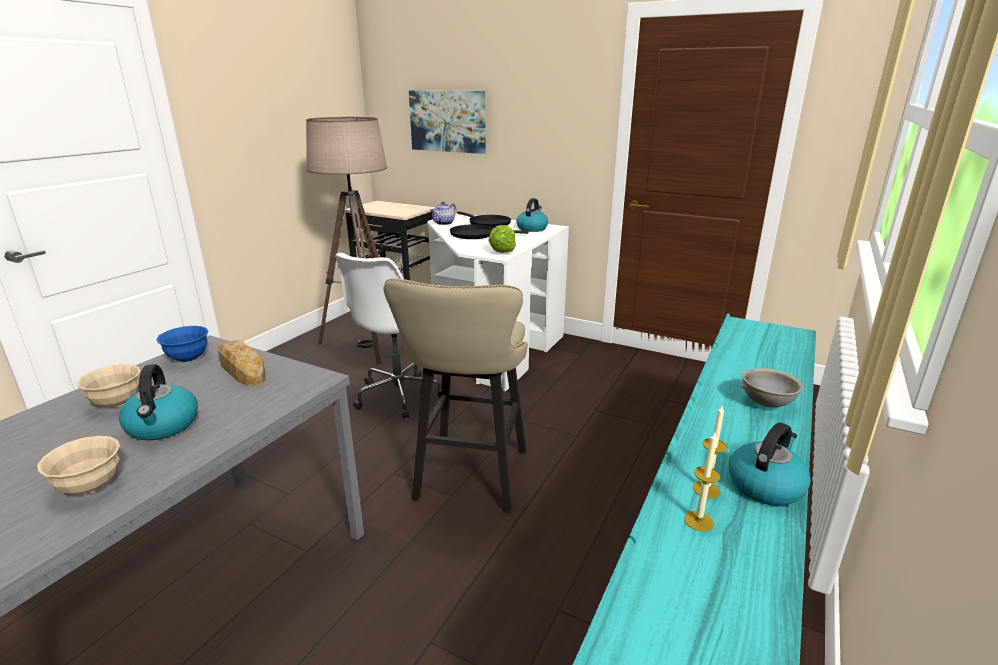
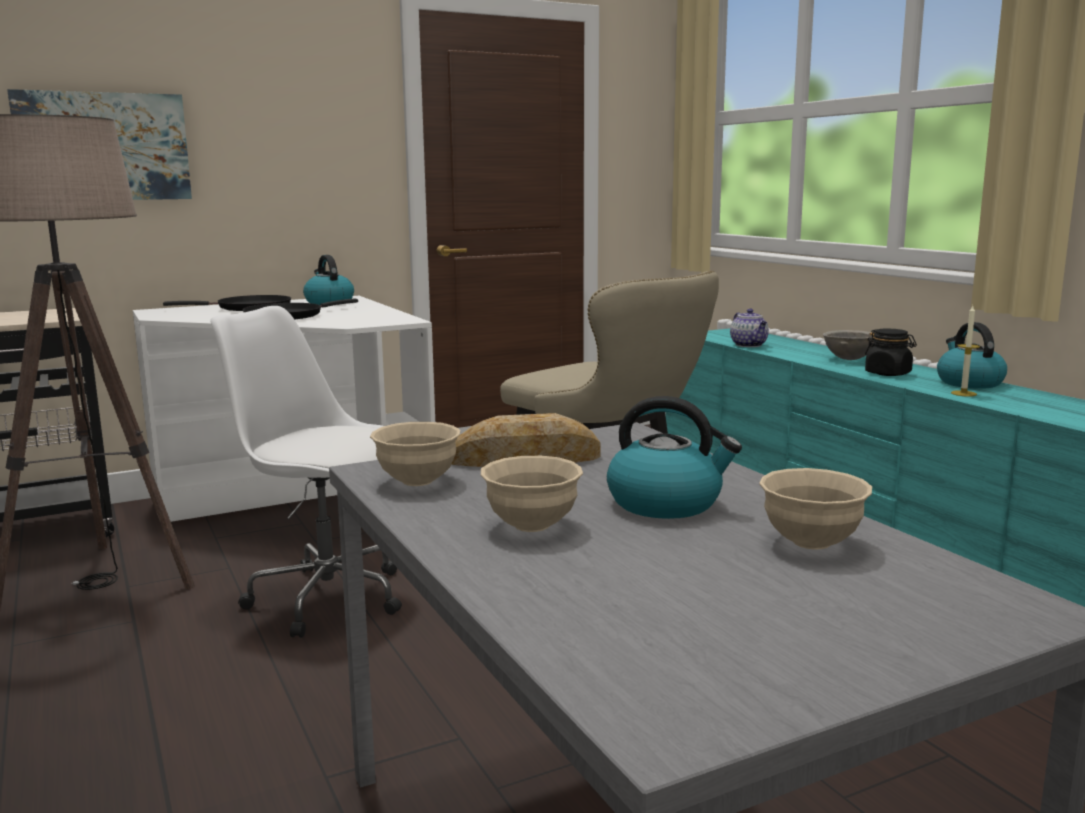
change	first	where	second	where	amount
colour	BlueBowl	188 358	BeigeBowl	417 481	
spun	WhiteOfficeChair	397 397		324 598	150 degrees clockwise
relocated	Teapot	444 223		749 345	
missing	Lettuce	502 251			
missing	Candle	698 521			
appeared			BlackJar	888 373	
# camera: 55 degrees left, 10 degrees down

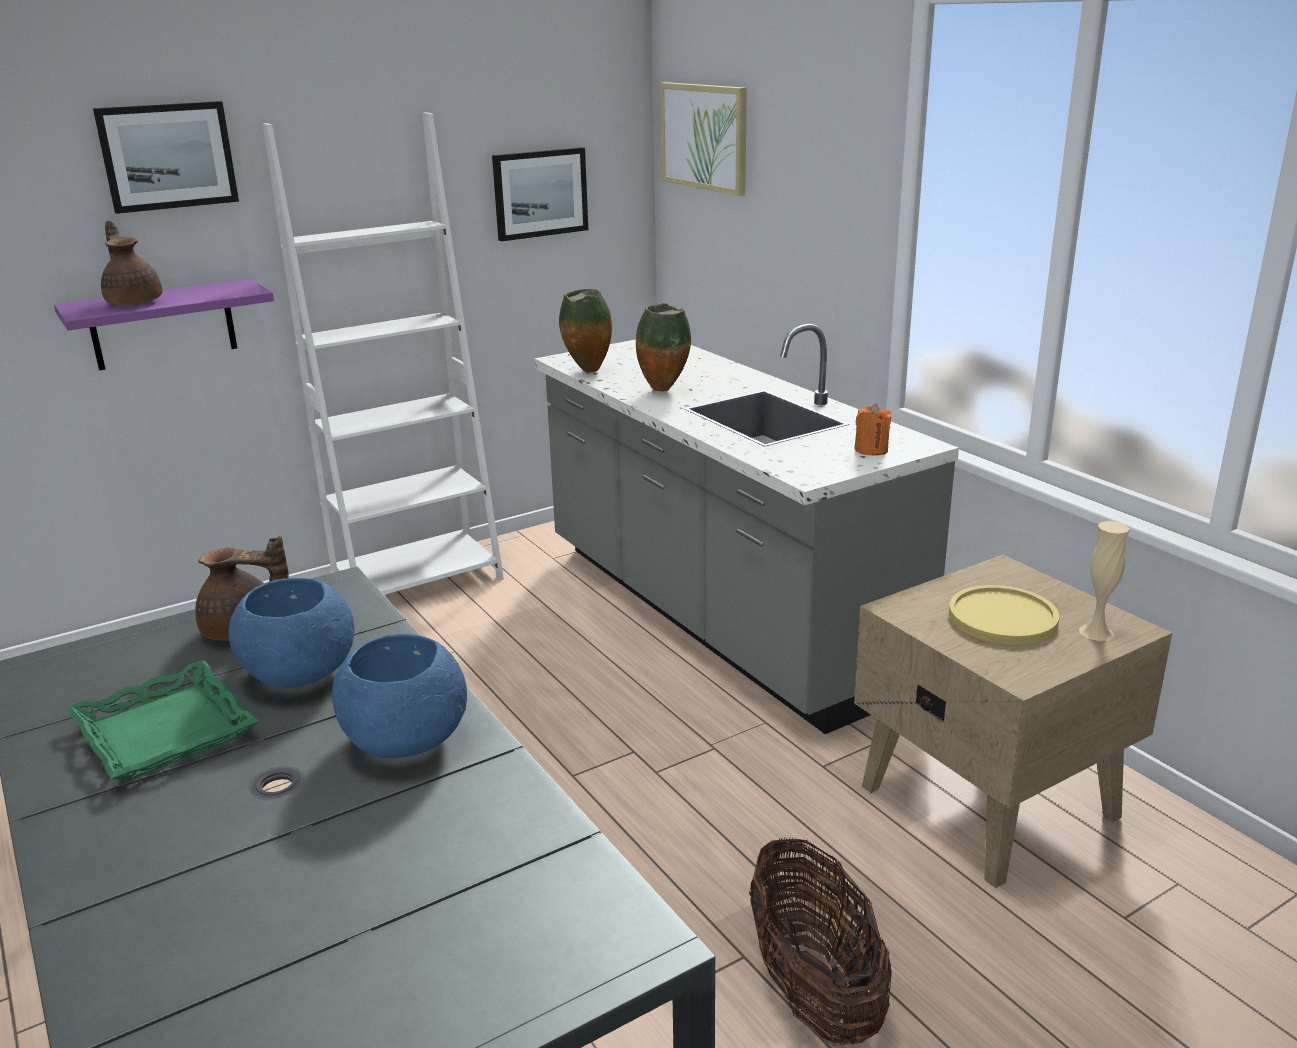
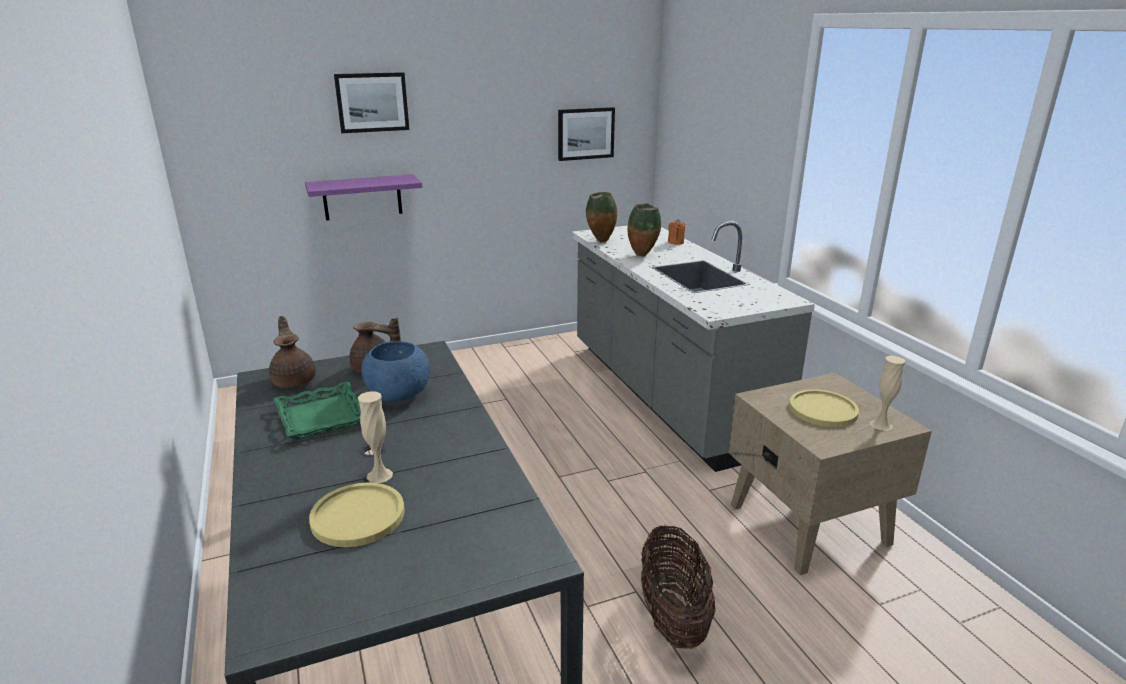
change	first	where	second	where	amount
relocated	BrownTeapot	134 302		294 380	
missing	WhiteBookcase	418 582			
missing	BlueBowl	406 740			
missing	Picture	705 137			
relocated	OrangeCandle	871 450		675 242	
appeared			YellowPlate	358 516	
appeared			BeigeVase	379 475	
# camera: 10 degrees right, 0 degrees up

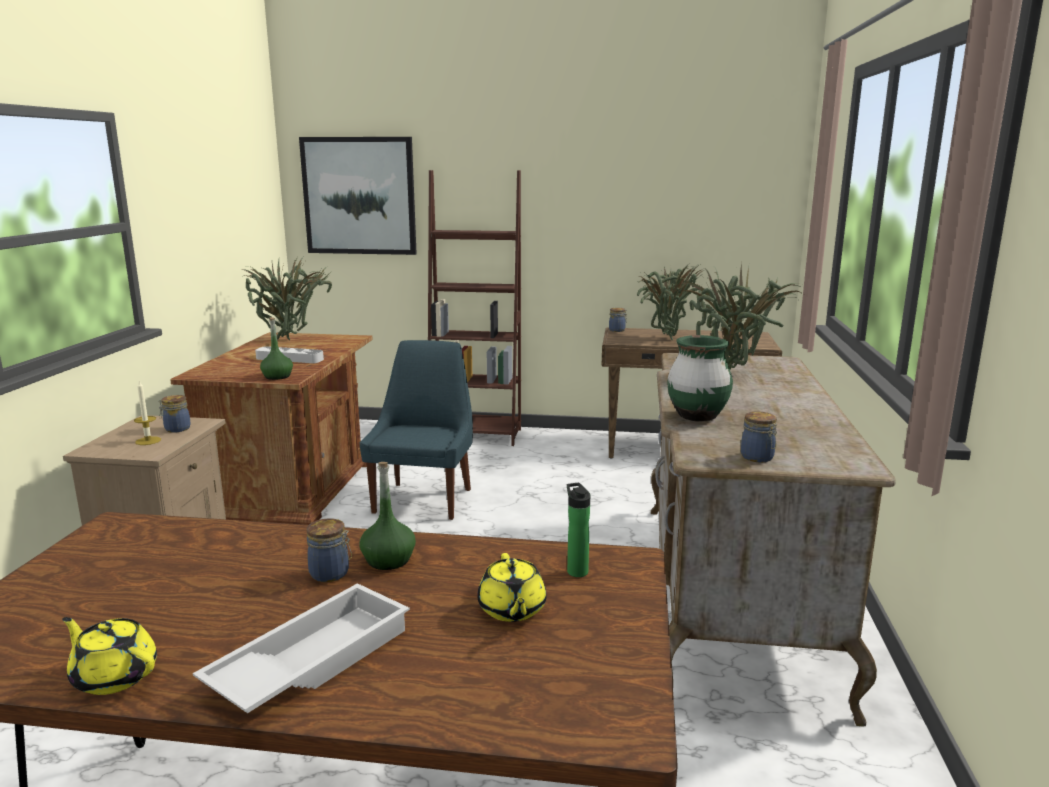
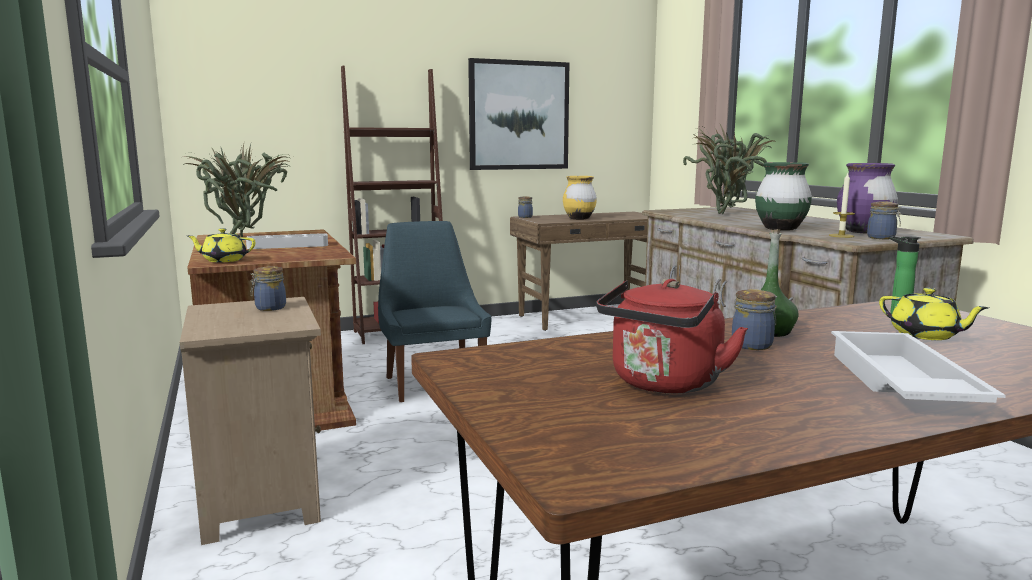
change	first	where	second	where	amount
relocated	YellowTeapot	114 676		223 260	
relocated	Candle	148 441		841 236	
missing	GreenBottle	277 376			
relocated	Picture	359 196		519 115	
exchanged	PottedPlant	666 340	YellowVase	579 218	
appeared			RedKettle	663 384	
appeared			PurpleVase	863 232	
# camera: 30 degrees left, 5 degrees down

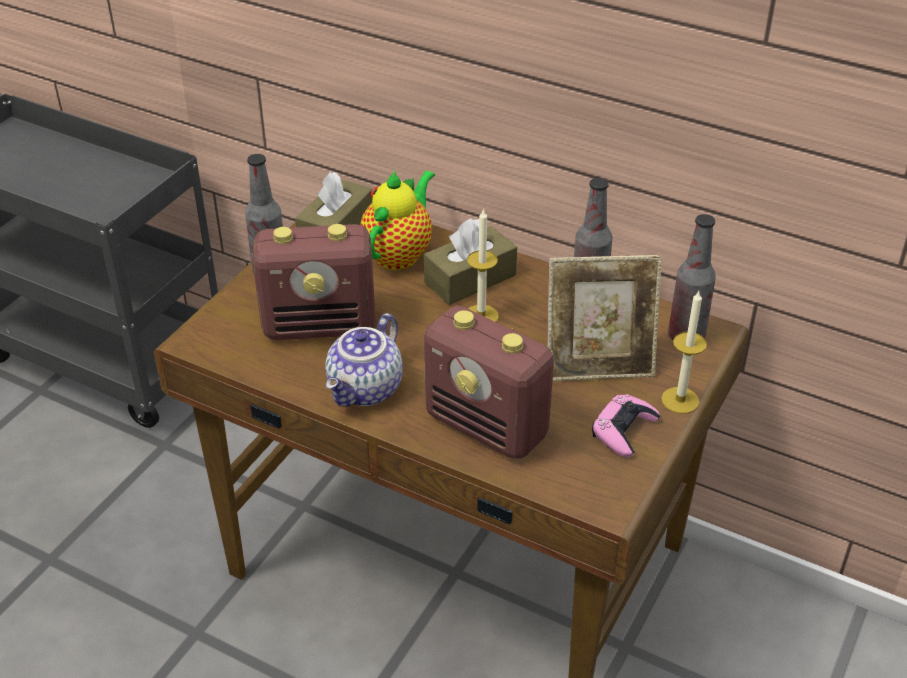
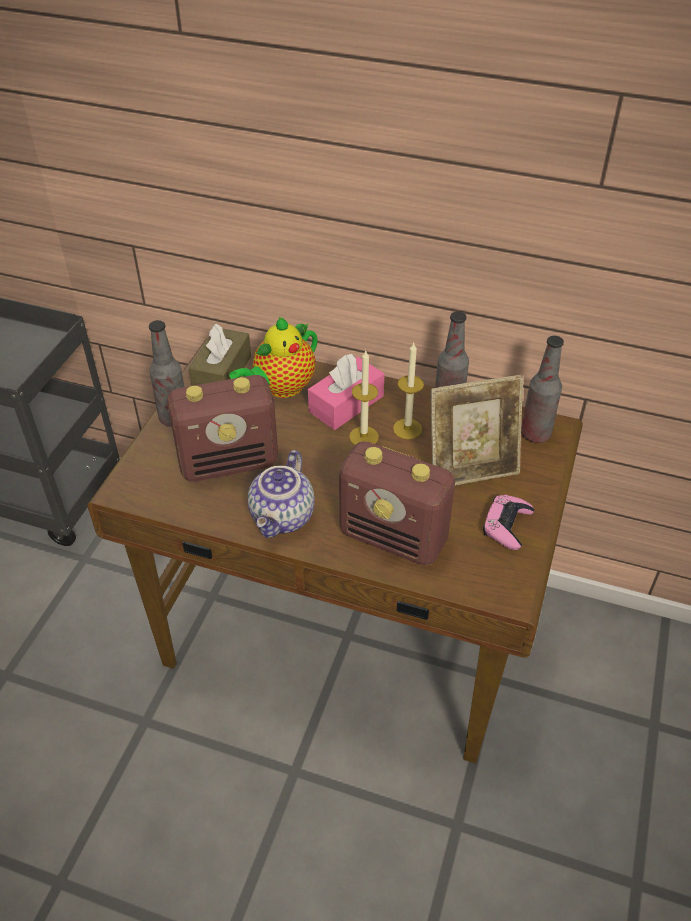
change	first	where	second	where	amount
spun	Teapot	399 254		281 388	150 degrees counterclockwise
colour	BrownTissueBox	470 279	PinkTissueBox	346 404	
relocated	Candle	680 400		407 429	
# camera: 10 degrees left, 5 degrees up

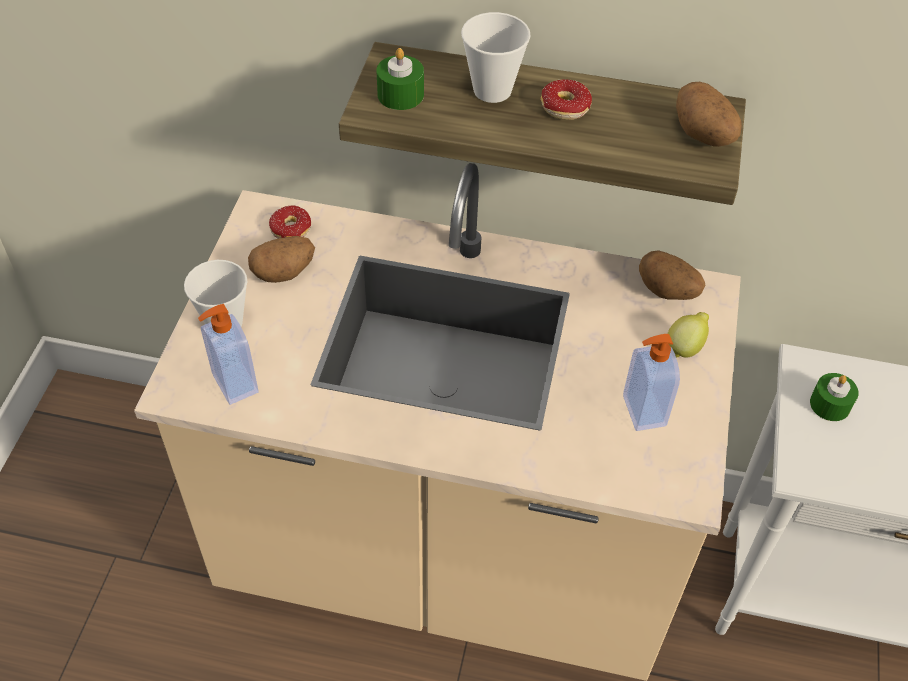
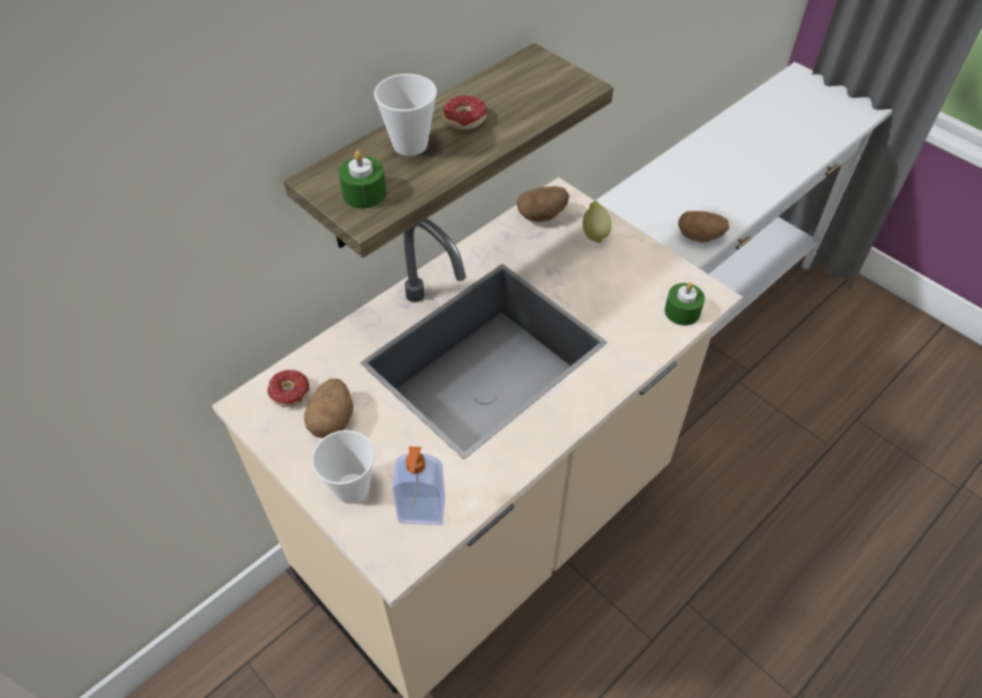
change	first	where	second	where	amount
missing	SoapDispenser	642 411			
relocated	Potato	704 135		700 237	
relocated	GreenCandle	830 404		682 312	
# camera: 55 degrees left, 0 degrees up

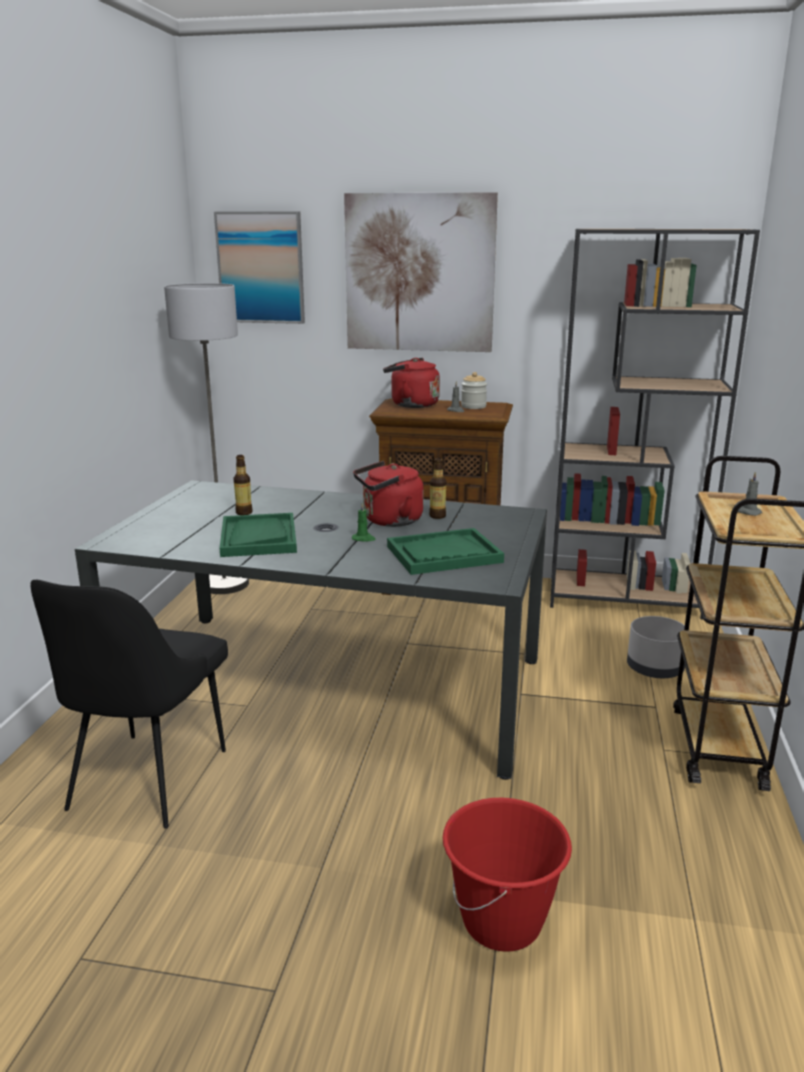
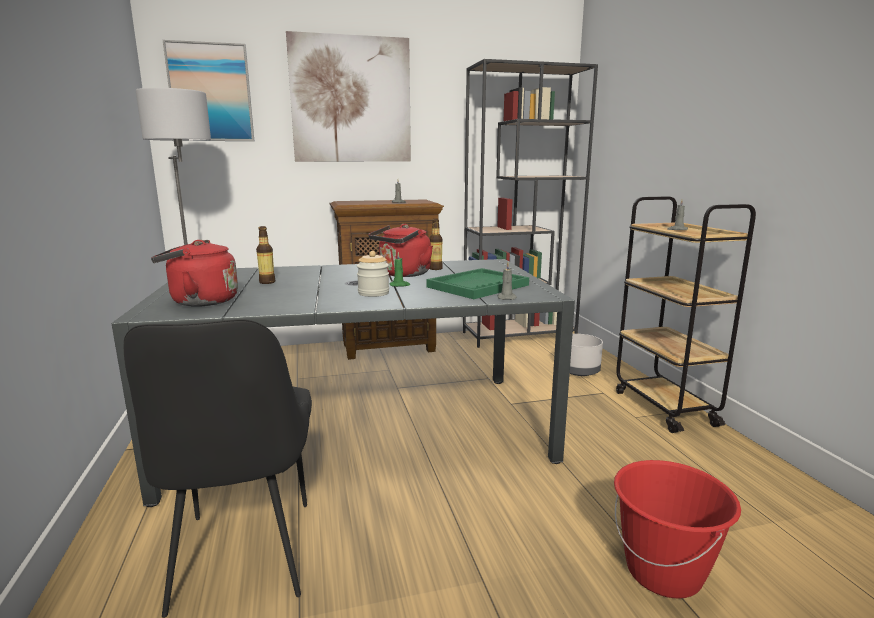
change	first	where	second	where	amount
missing	GreenTray	258 537			
relocated	RedKettle	411 405		200 301	
relocated	Jar	473 406		373 293	
appeared			GreyCandle	506 298	
# camera: 25 degrees left, 5 degrees down

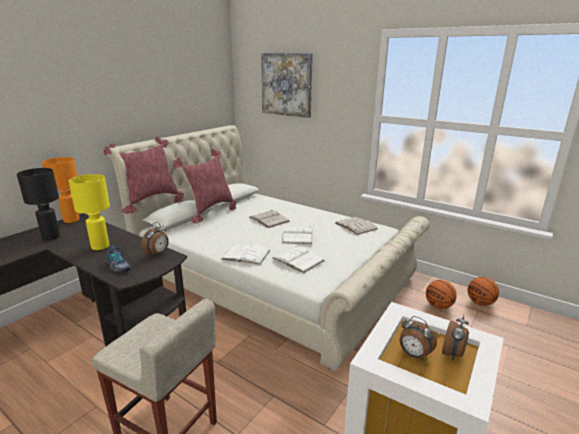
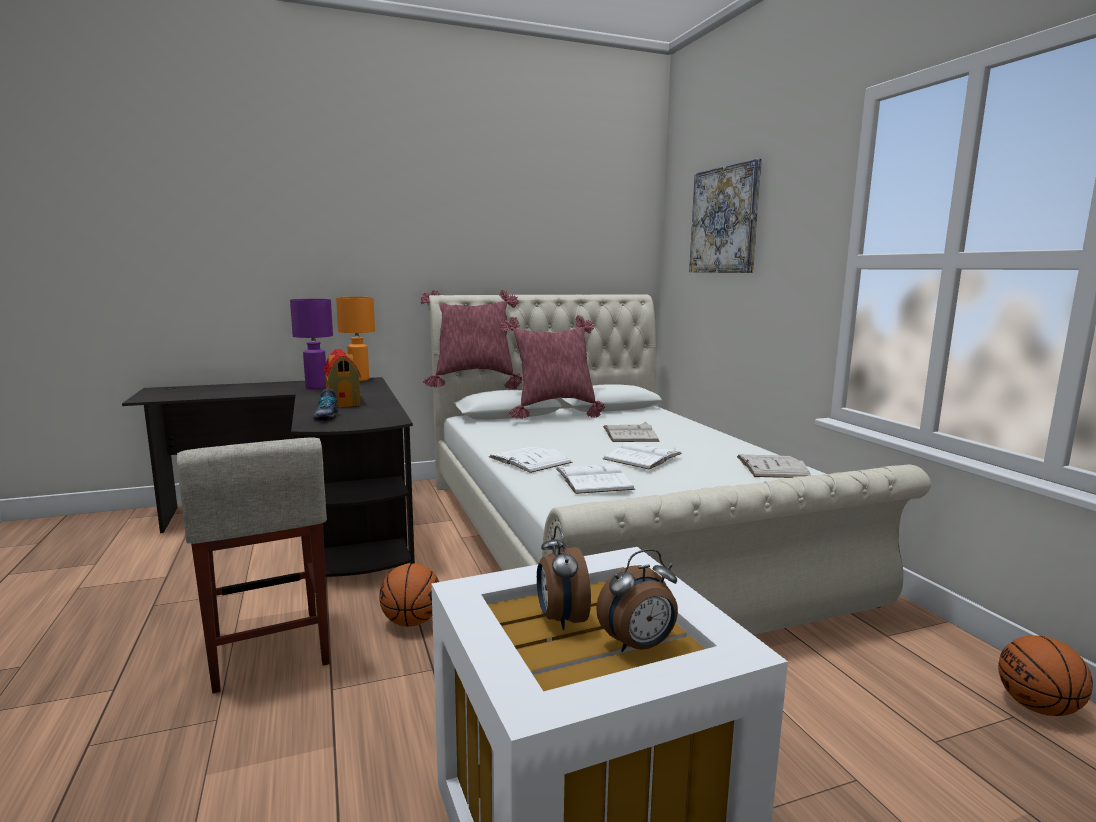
change	first	where	second	where	amount
colour	BlackTableLamp	50 237	PurpleTableLamp	316 387	
exchanged	YellowTableLamp	100 246	ToyHouse	343 400	
missing	AlarmClock	158 253			
relocated	Basketball	438 306		411 622	
# camera: 35 degrees right, 10 degrees down

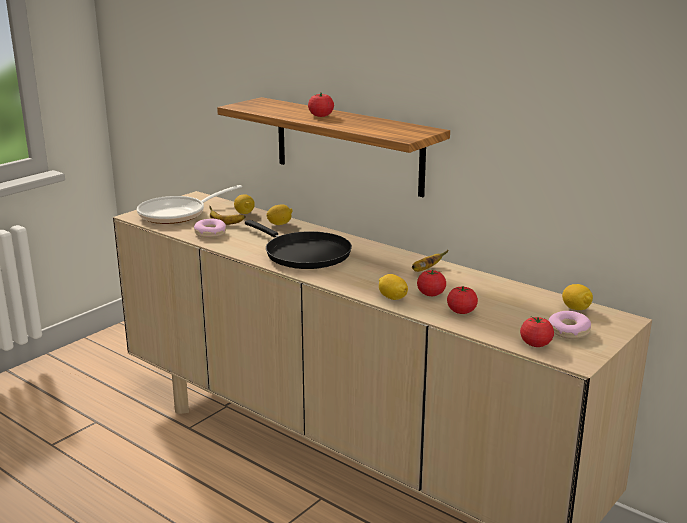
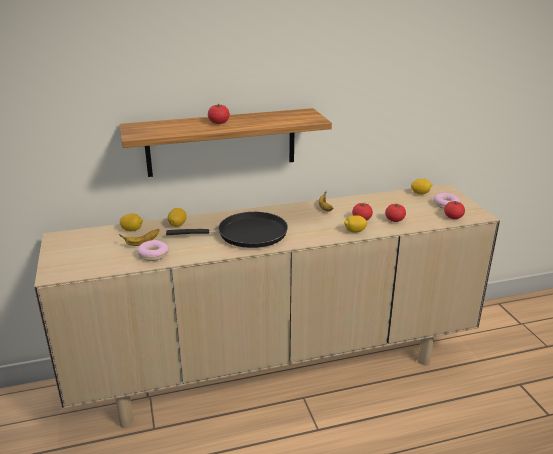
change	first	where	second	where	amount
missing	FryingPan	178 214			
# camera: 55 degrees left, 5 degrees up

